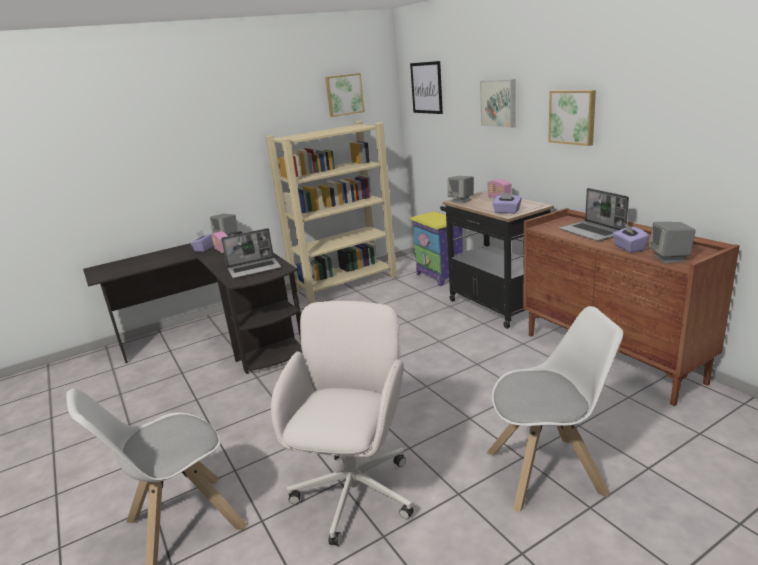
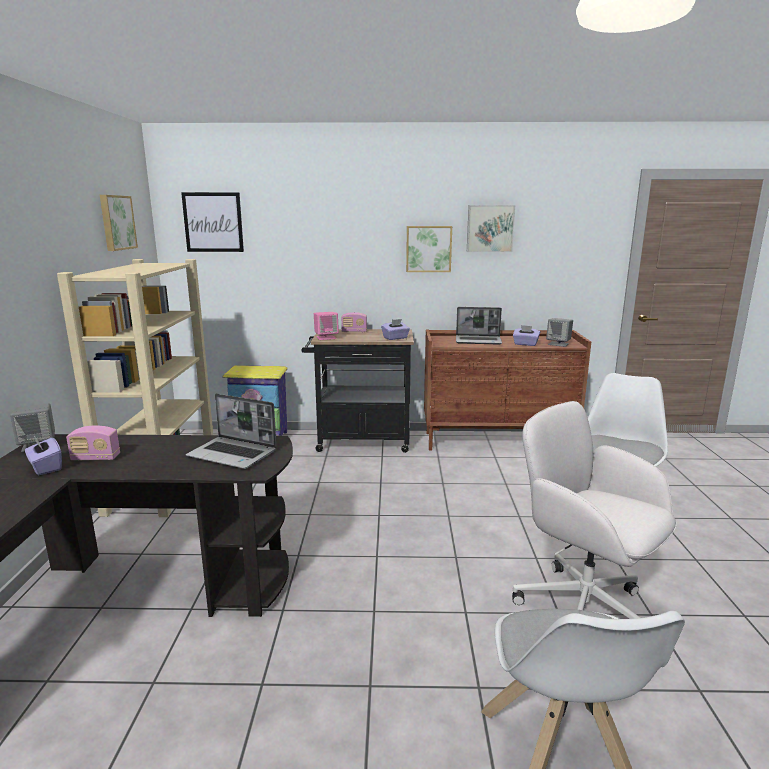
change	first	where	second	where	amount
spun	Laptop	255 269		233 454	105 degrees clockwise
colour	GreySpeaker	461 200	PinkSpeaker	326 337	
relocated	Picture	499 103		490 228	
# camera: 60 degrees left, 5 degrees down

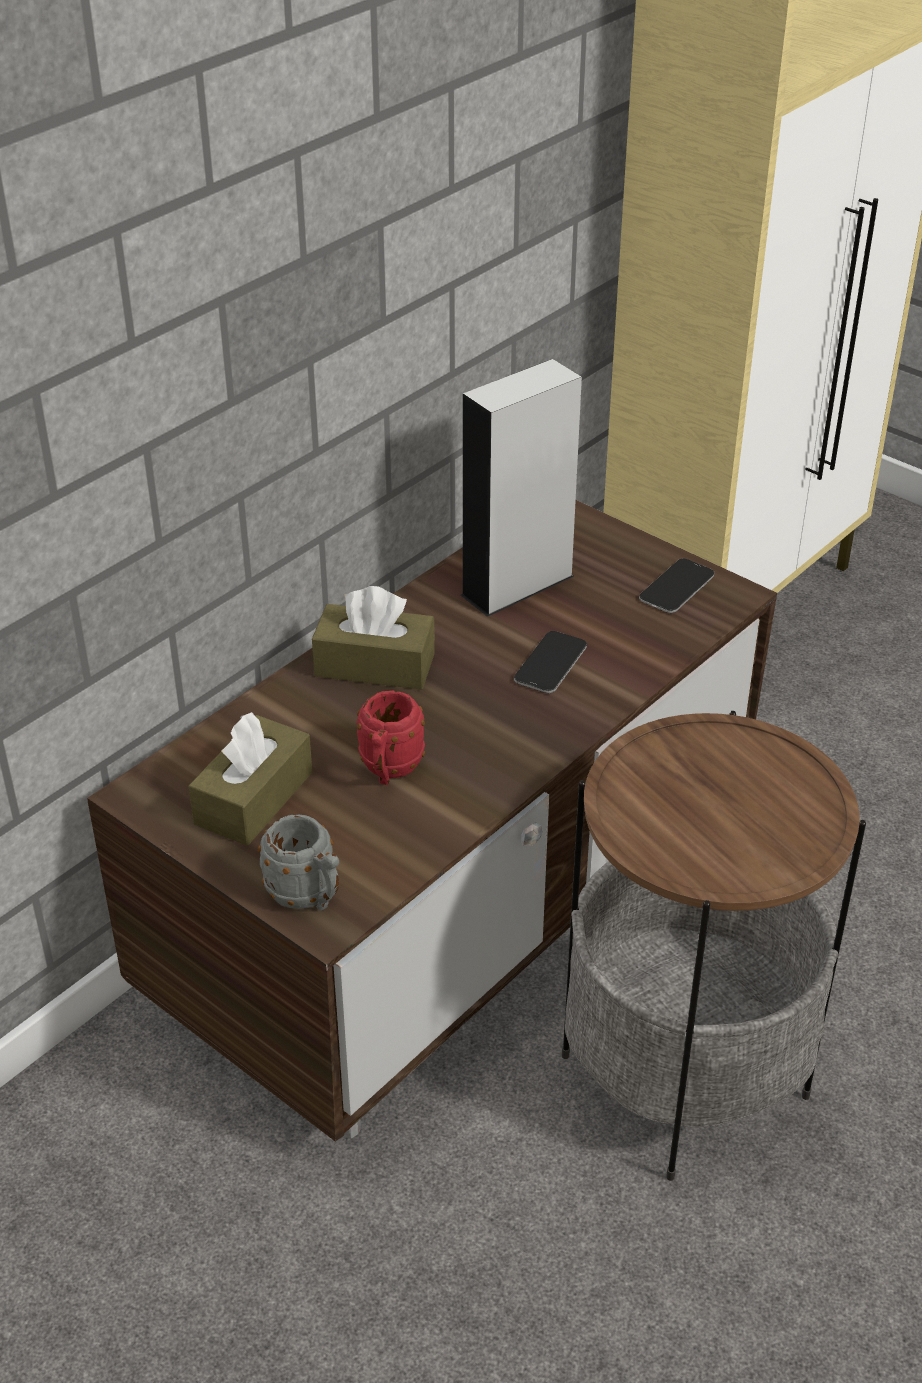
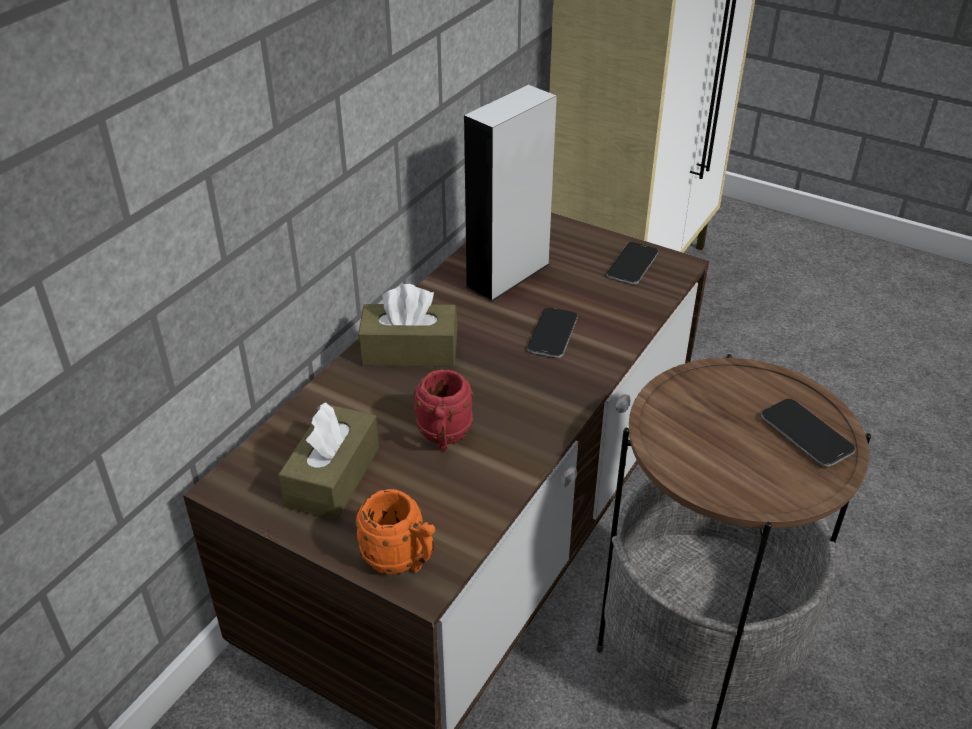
change	first	where	second	where	amount
colour	GreyMug	308 897	OrangeMug	401 561	
appeared			Phone	806 434	
# camera: 10 degrees left, 0 degrees up

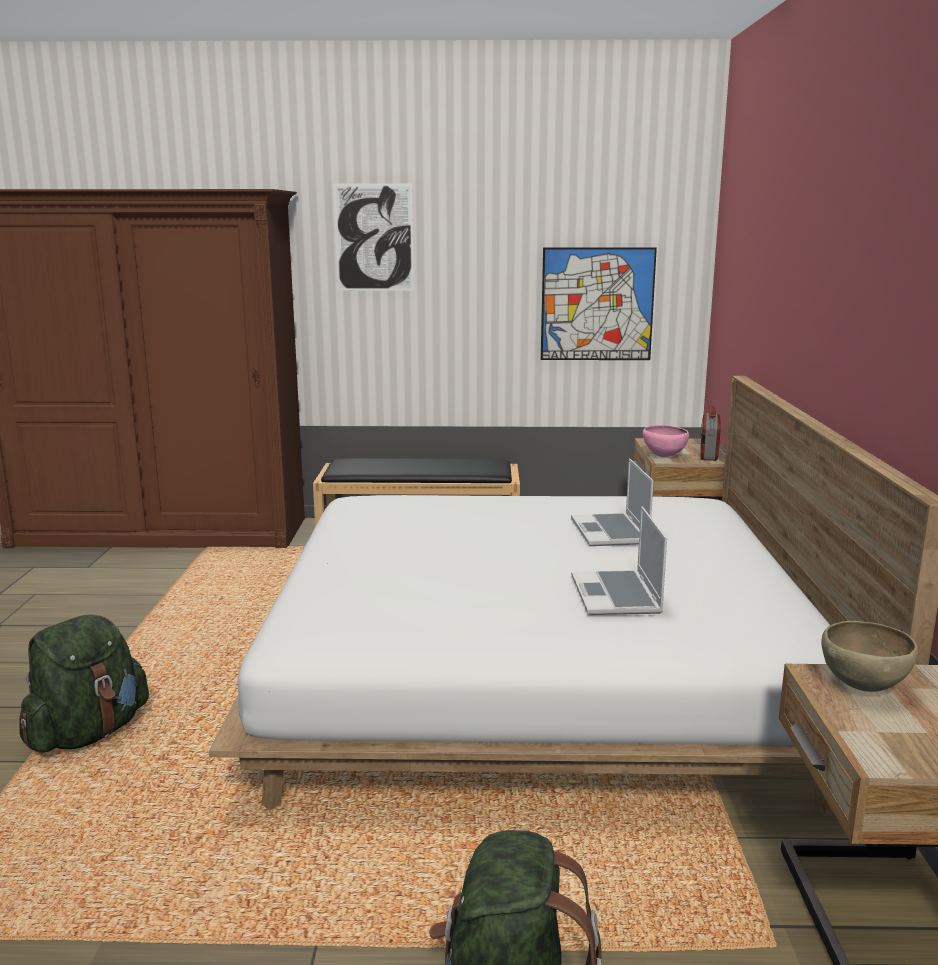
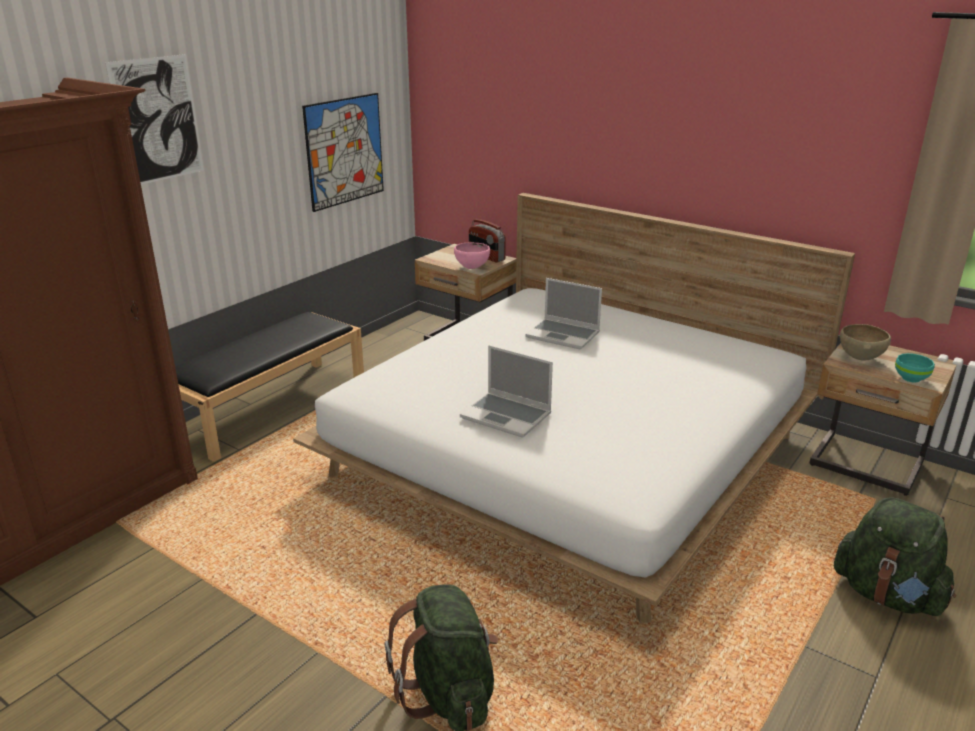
change	first	where	second	where	amount
relocated	Laptop	617 596		507 416	
appeared			TurquoiseBowl	911 378	
# camera: 55 degrees left, 10 degrees up

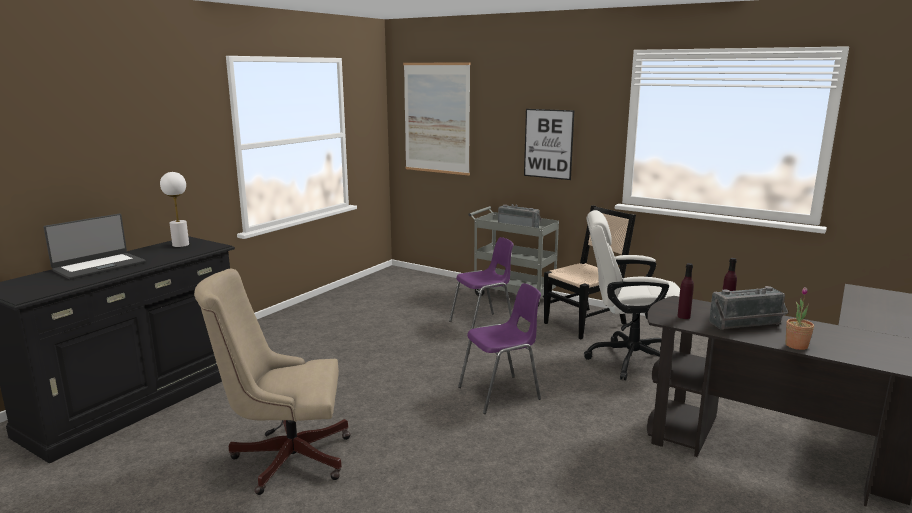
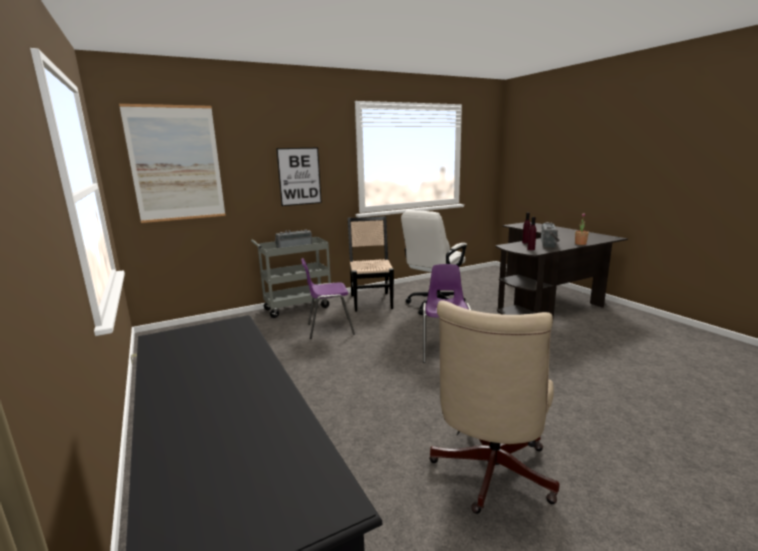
change	first	where	second	where	amount
missing	Laptop	99 266			
missing	WhiteTableLamp	180 245			
spun	PurpleChair	483 324		329 329	105 degrees counterclockwise
# camera: 60 degrees left, 0 degrees up

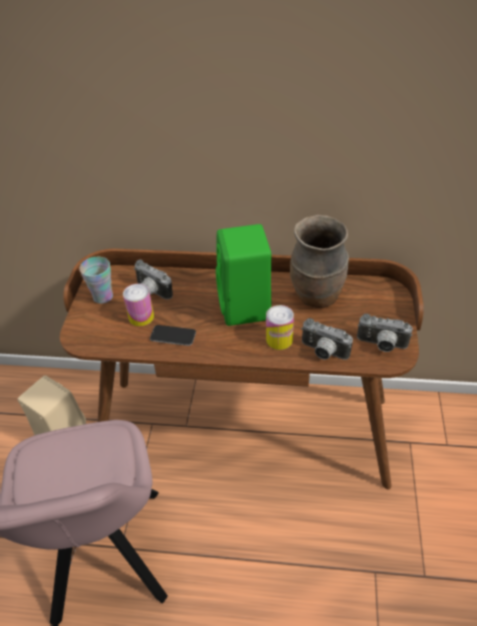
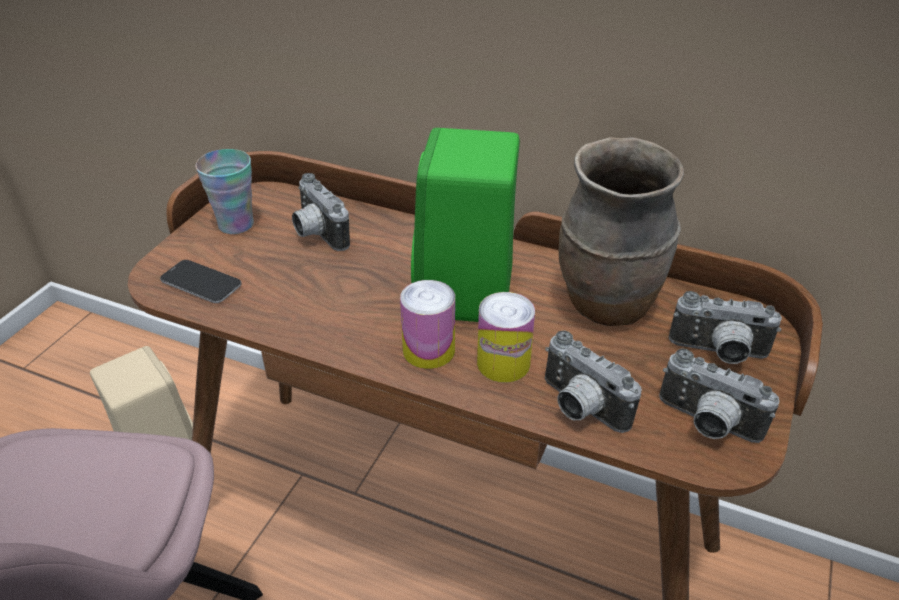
change	first	where	second	where	amount
relocated	Can	141 317		428 350	
relocated	Phone	173 336		201 283	
appeared			PhotoCamera	718 354	
# camera: 15 degrees right, 5 degrees down

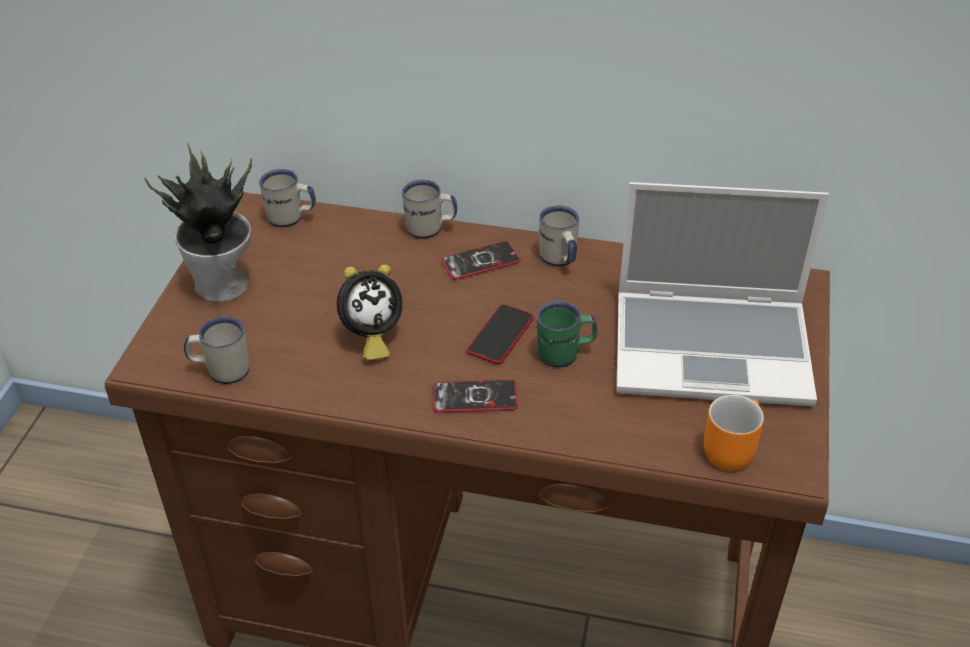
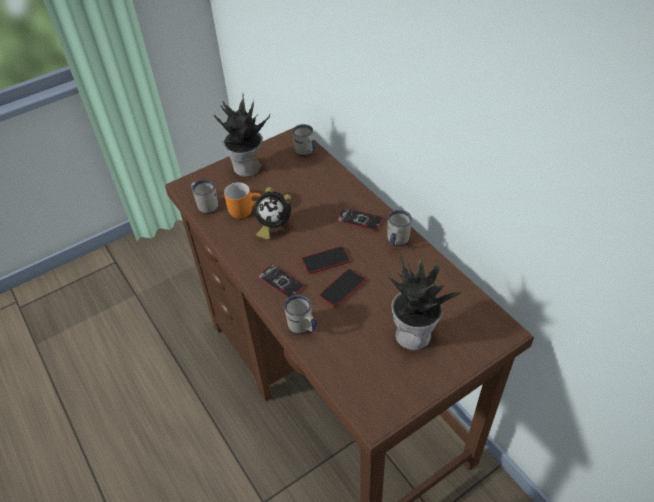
change	first	where	second	where	amount
relocated	WhiteMug	430 229		303 327	
exchanged	GreenMug	565 354	Phone	342 288	
exchanged	Laptop	713 348	PottedPlant	414 334	
relocated	OrangeMug	729 446		244 209	
# camera: 45 degrees right, 5 degrees up

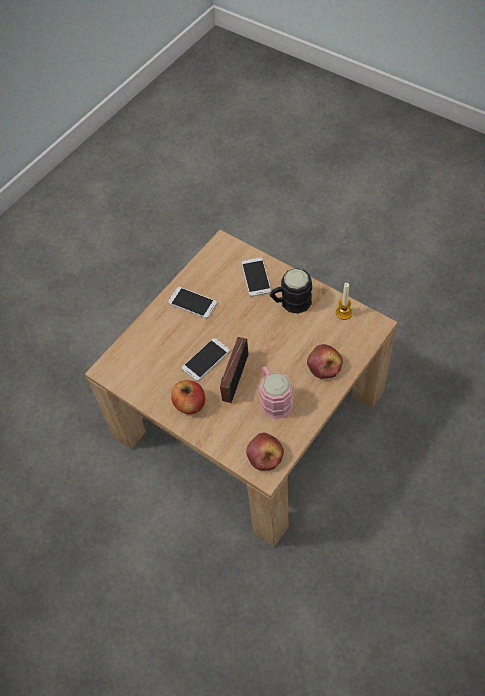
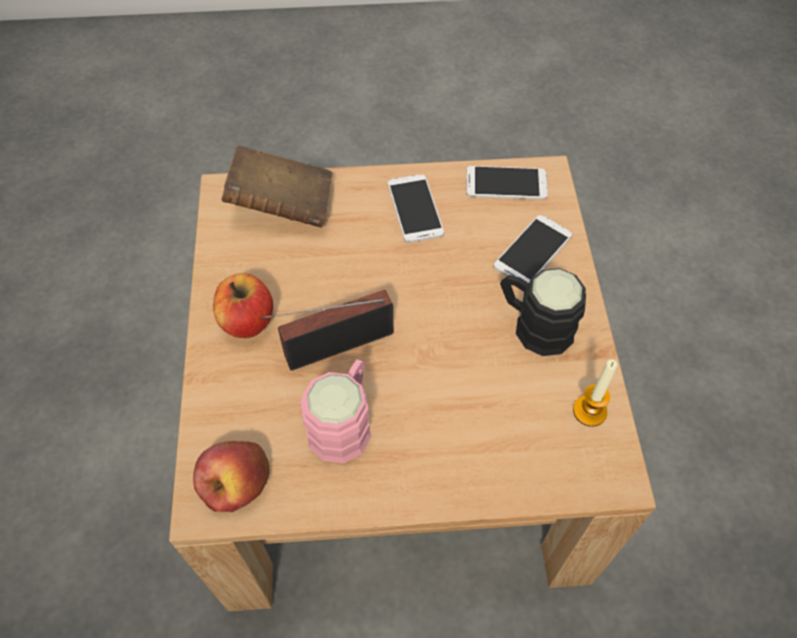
change	first	where	second	where	amount
relocated	Phone	206 359		506 183	
missing	Apple	324 365			
appeared			BrownBook	282 205	
# camera: 45 degrees right, 0 degrees up

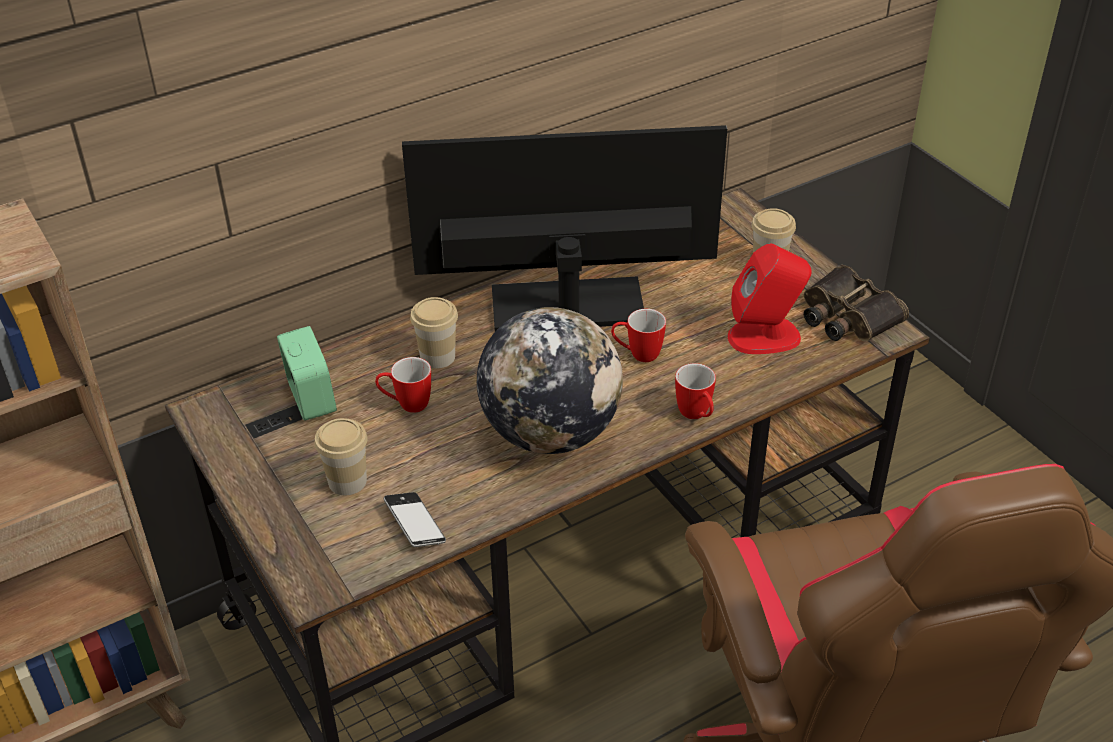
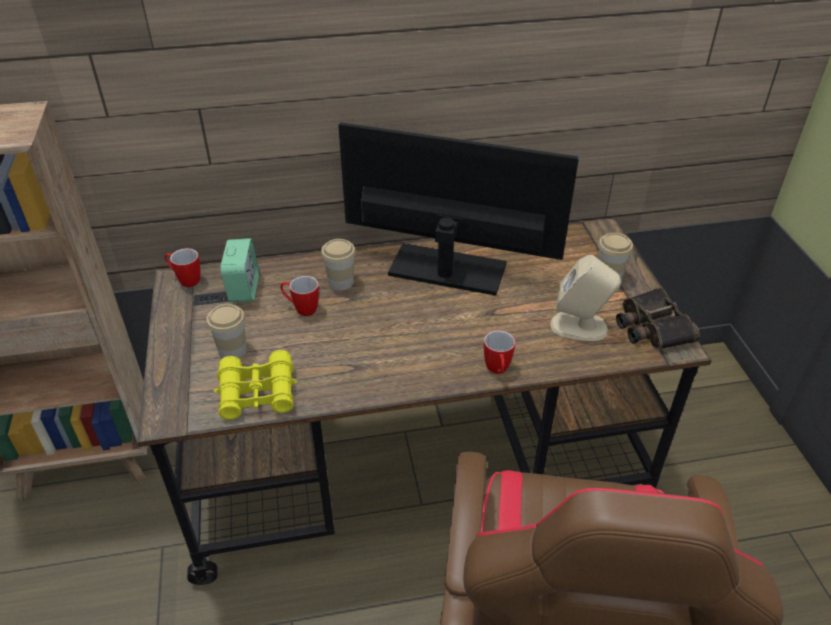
change	first	where	second	where	amount
exchanged	Phone	415 524	YellowBinoculars	257 393	
missing	Globe	550 433			
relocated	Mug	637 354		185 280	
colour	RedSpeaker	765 336	BeigeSpeaker	579 326	
# camera: 20 degrees right, 0 degrees up

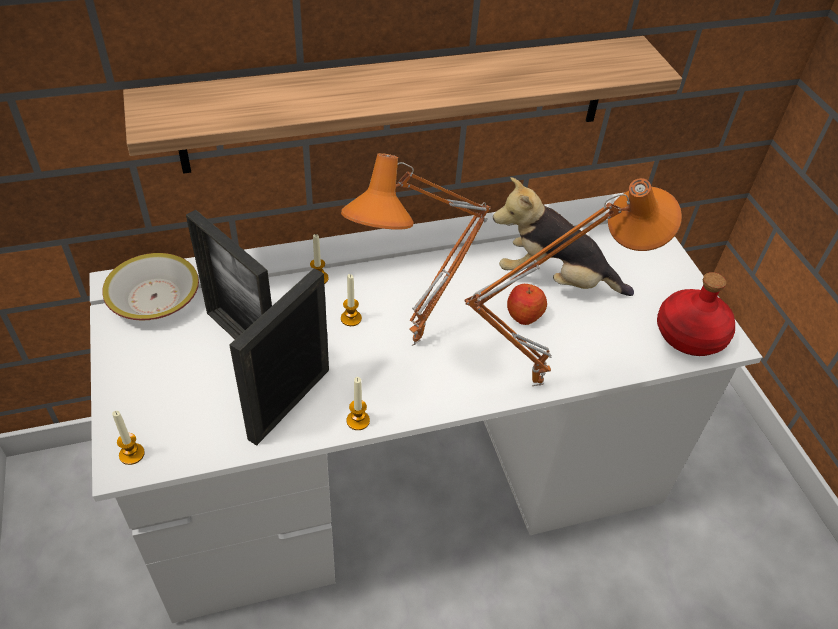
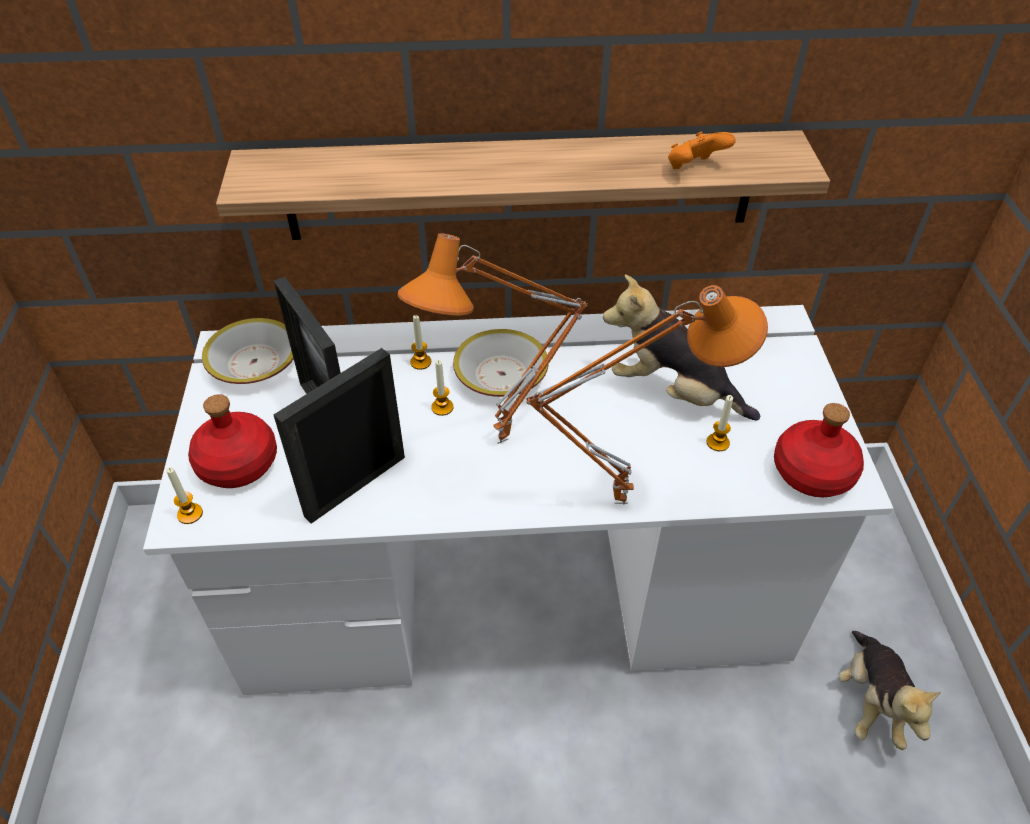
change	first	where	second	where	amount
relocated	Candle	358 420		717 442	
missing	Apple	524 315			
appeared			RedBottle	237 464	
appeared			Bowl	501 375	
appeared			OrangeGameController	694 168	
appeared			PlushToy	870 701	
# camera: 15 degrees right, 0 degrees up

